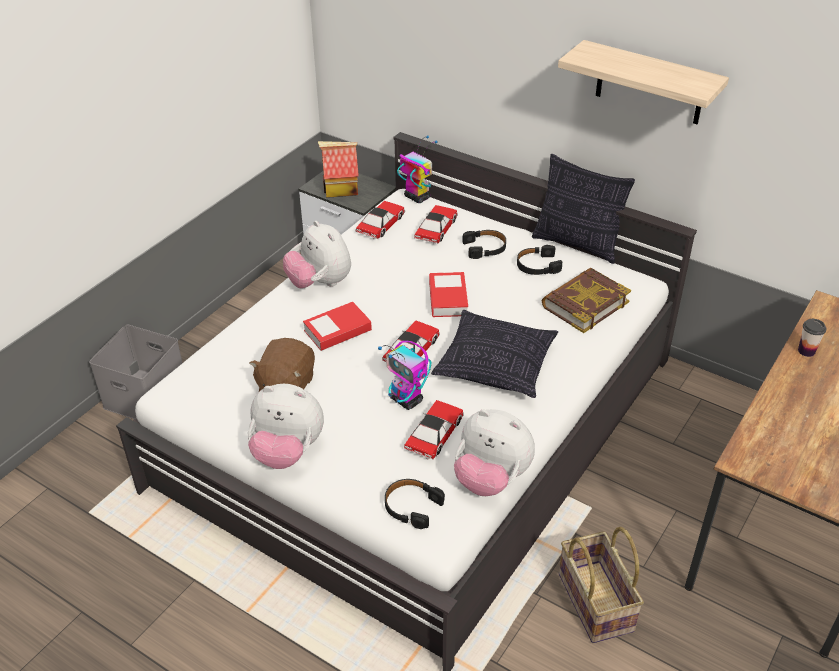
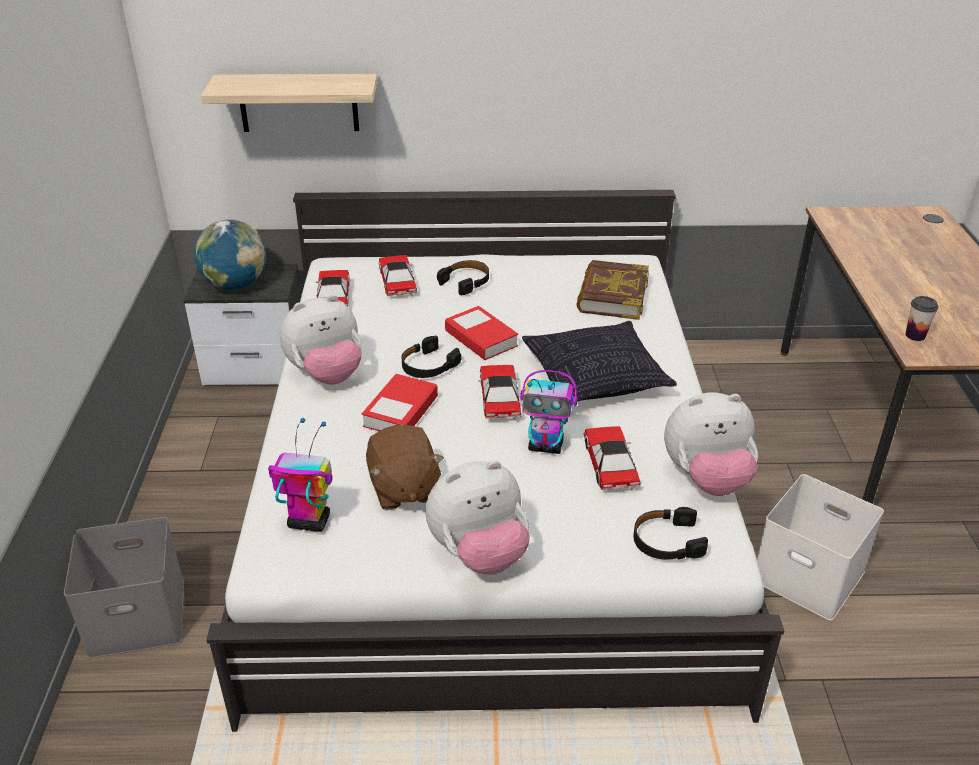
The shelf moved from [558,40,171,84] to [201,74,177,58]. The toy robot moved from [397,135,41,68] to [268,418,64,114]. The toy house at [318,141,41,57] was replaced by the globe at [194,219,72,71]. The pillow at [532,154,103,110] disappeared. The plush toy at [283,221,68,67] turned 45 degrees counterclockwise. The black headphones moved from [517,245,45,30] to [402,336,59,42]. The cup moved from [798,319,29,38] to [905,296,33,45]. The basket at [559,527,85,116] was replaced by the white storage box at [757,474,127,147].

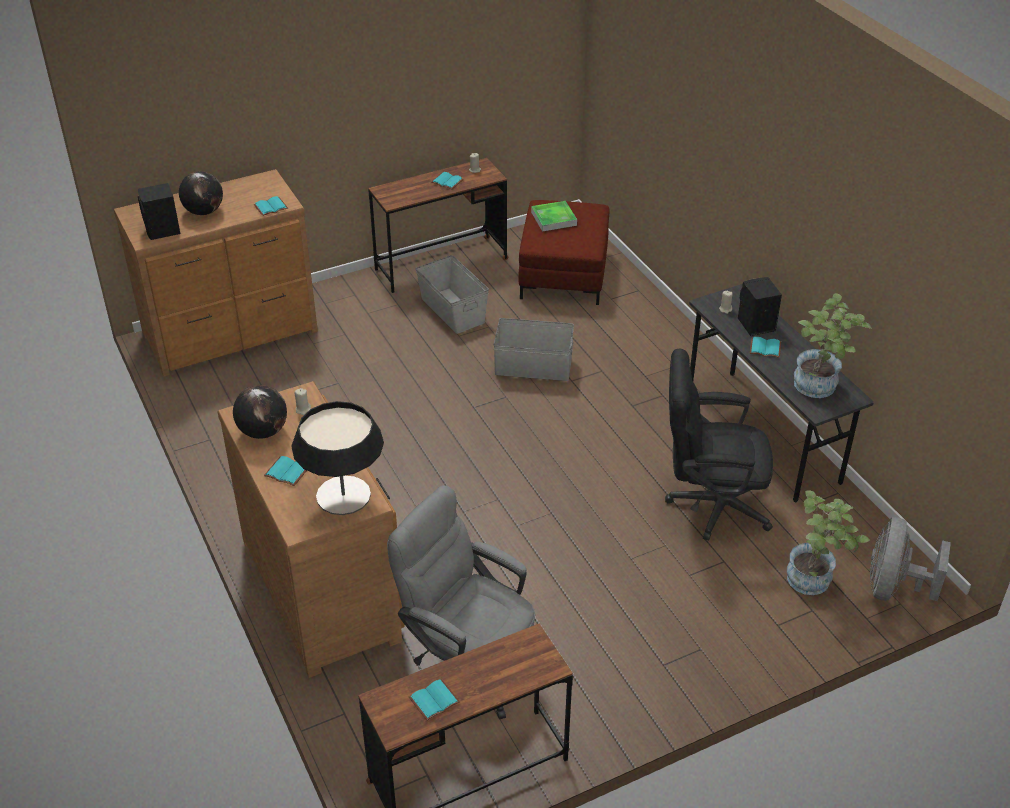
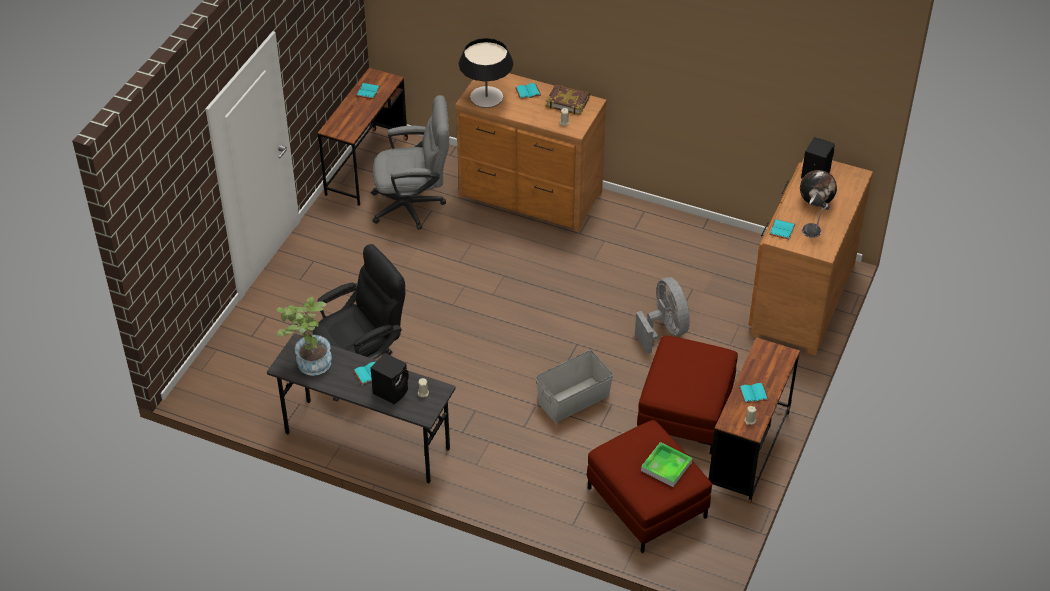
The grey storage box at [416,255,73,79] was replaced by the red ottoman at [637,336,101,118]. The globe at [233,385,54,54] was replaced by the book at [546,84,44,31]. The potted plant at [787,490,83,105] disappeared. The grey fan moved from [870,517,81,84] to [635,278,55,76]. The table lamp at [802,192,28,46] appeared.

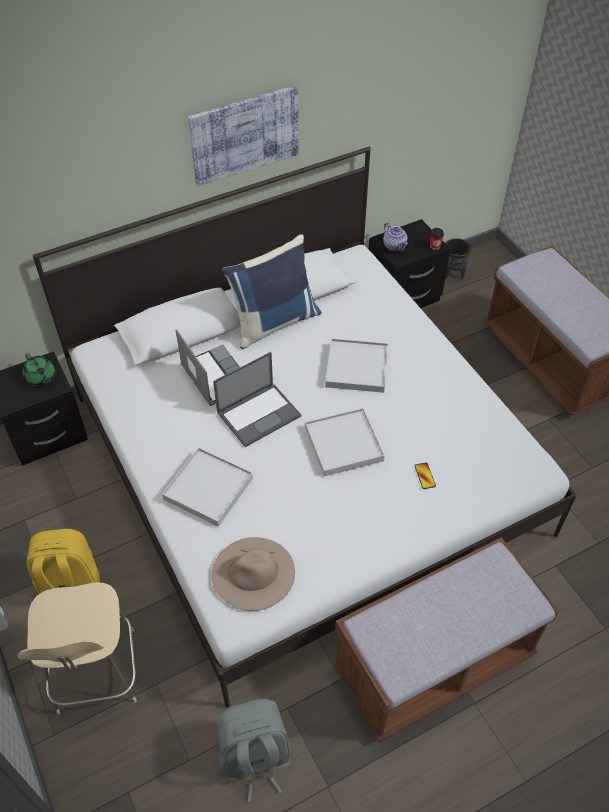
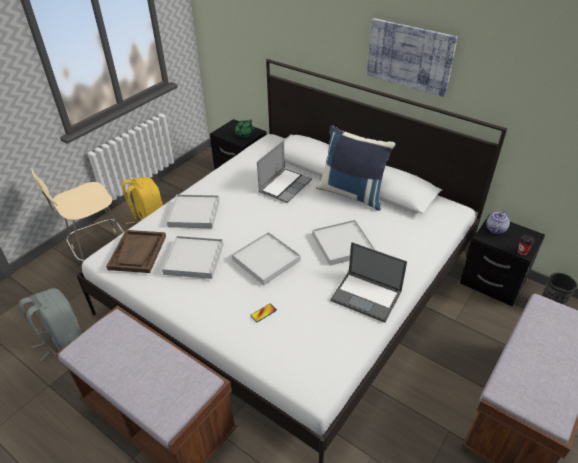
The laptop moved from [213,352,88,95] to [330,242,77,81]. The beige hat at [212,537,83,74] was replaced by the brown tray at [106,230,60,43]. The white tray at [162,236,61,43] appeared.

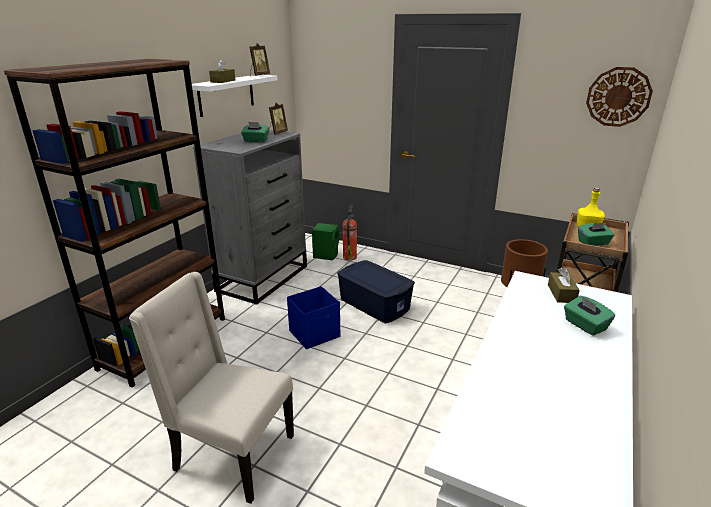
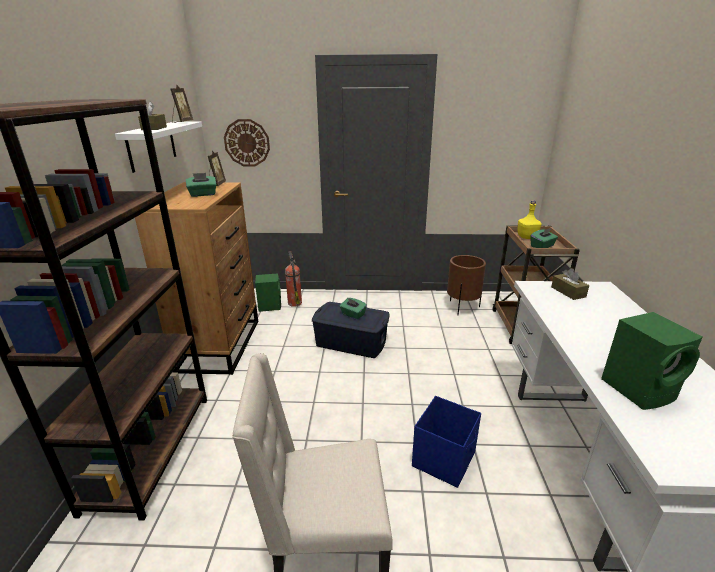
The wall clock moved from [586,67,67,60] to [224,119,46,48]. The grey dresser at [193,130,114,175] became the brown dresser at [135,182,123,193]. The blue storage box moved from [287,286,53,63] to [412,396,69,92]. The green tissue box moved from [564,296,51,40] to [340,298,27,21]. The green speaker at [601,312,102,98] appeared.

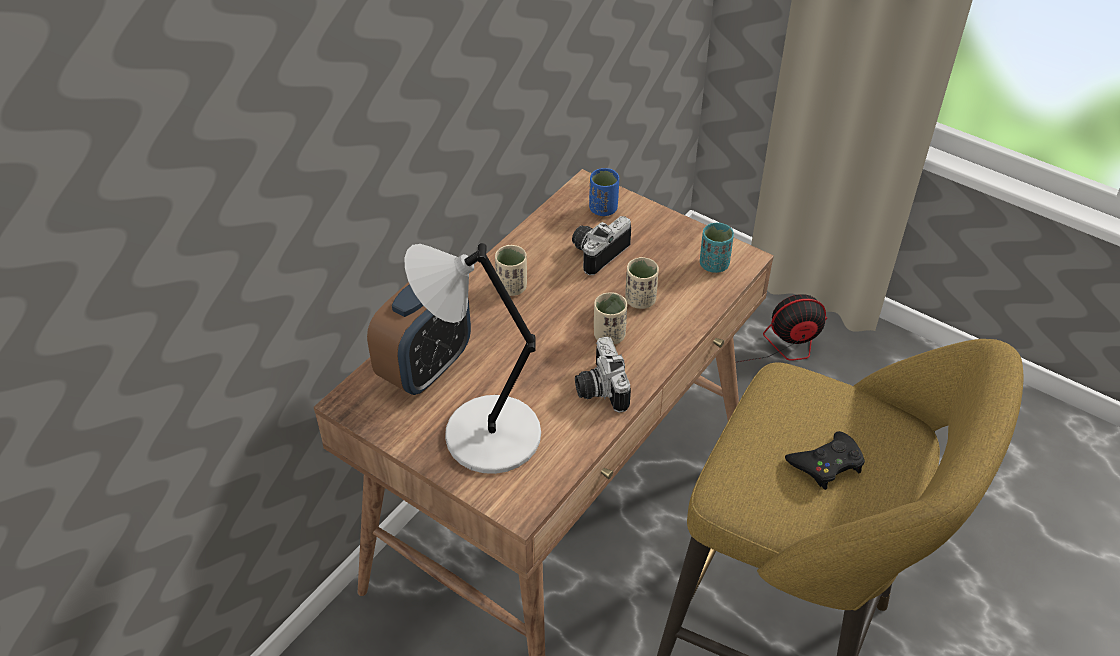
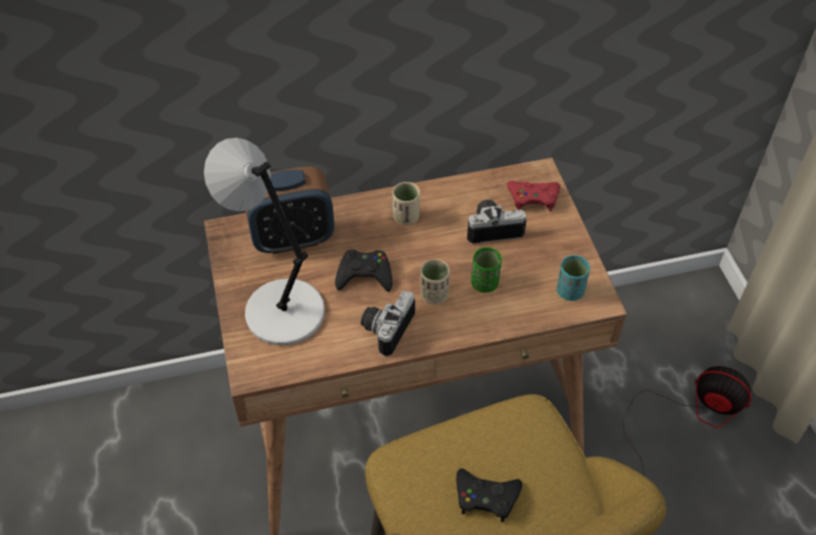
The blue cup at [589,168,30,48] was replaced by the red game controller at [507,181,53,30]. The beige cup at [625,257,34,52] became the green cup at [471,247,31,46]. The black game controller at [335,250,58,42] appeared.

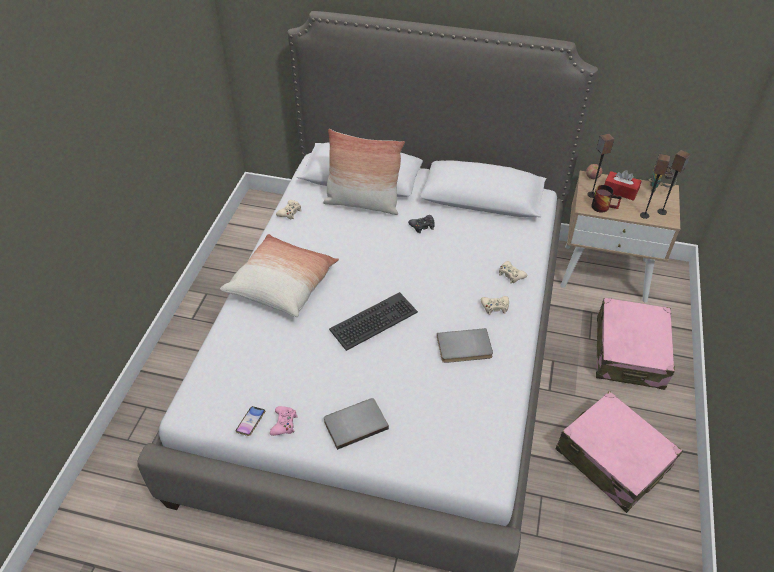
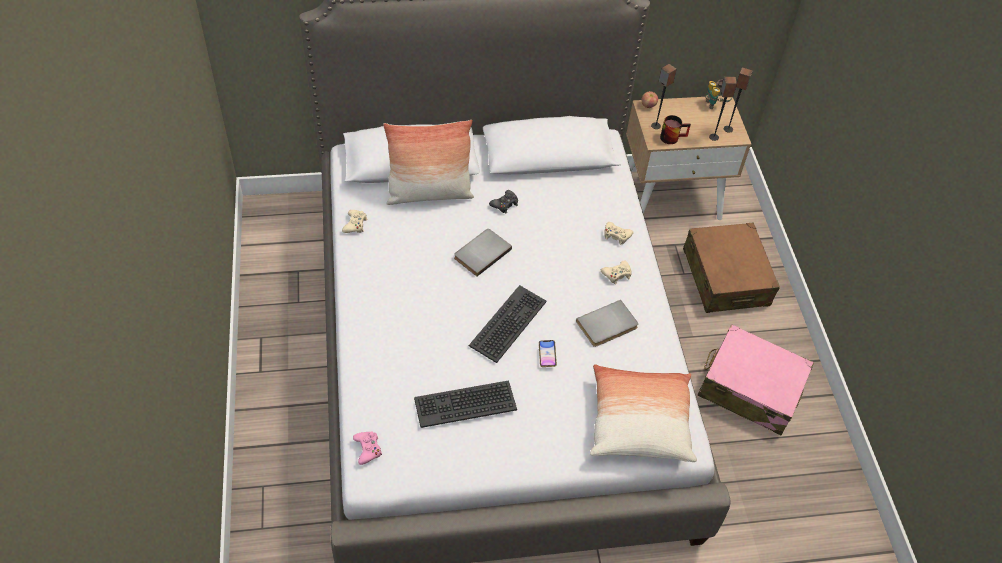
The red tissue box at [604,170,37,31] disappeared. The pillow moved from [220,234,119,83] to [590,364,107,98]. The pink suitcase at [596,298,79,92] became the brown suitcase at [683,223,97,90]. The grey book moved from [324,398,65,52] to [454,229,58,47]. The phone moved from [236,406,29,30] to [539,340,18,27]. The pink game controller moved from [270,406,28,30] to [353,431,29,34]. The keyboard at [414,380,103,48] appeared.

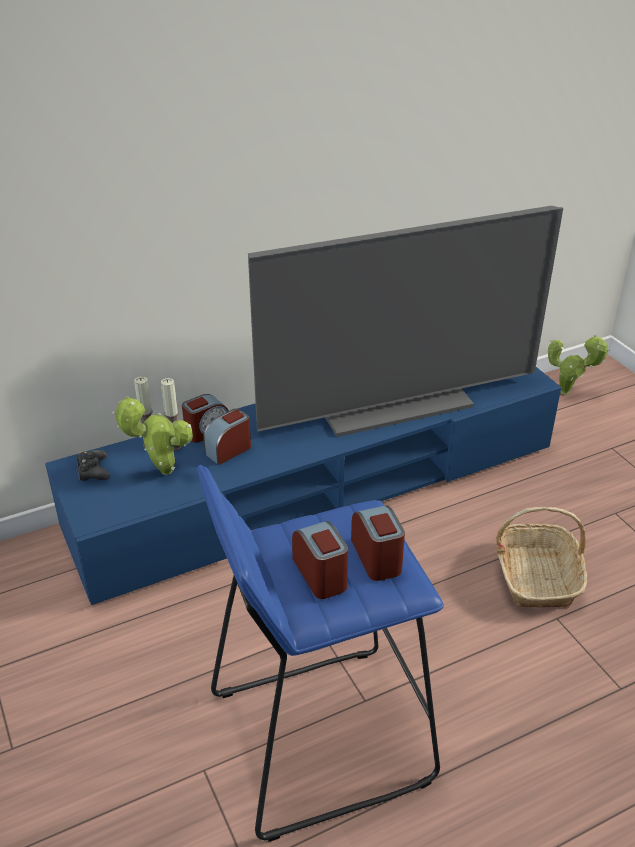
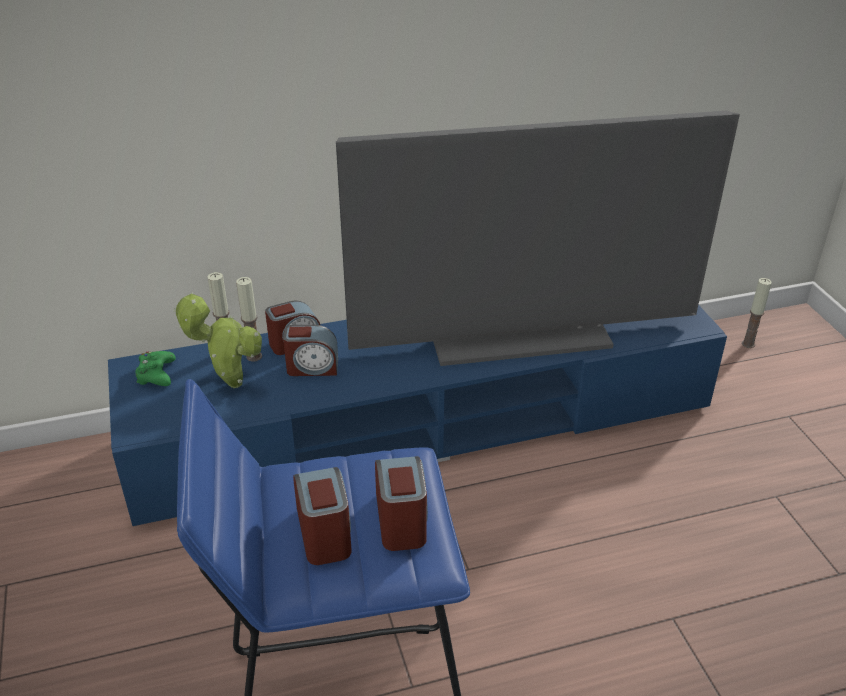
The potted plant at [548,335,62,60] was replaced by the candle at [742,278,30,70]. The alarm clock at [203,408,48,57] turned 150 degrees counterclockwise. The black game controller at [77,450,33,31] became the green game controller at [136,351,40,35]. The basket at [496,507,92,101] disappeared.

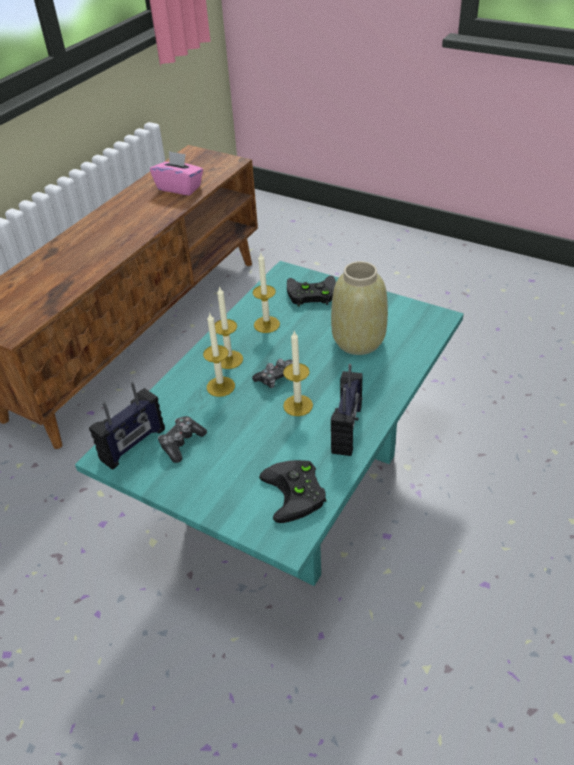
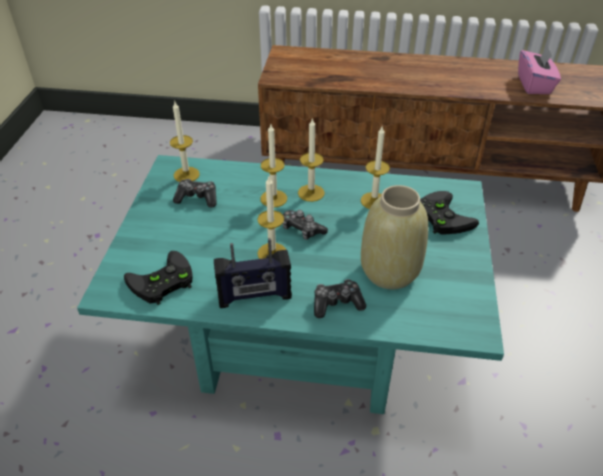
The radio at [89,382,76,88] was replaced by the candle at [170,102,30,80]. The game controller at [314,279,52,39] appeared.

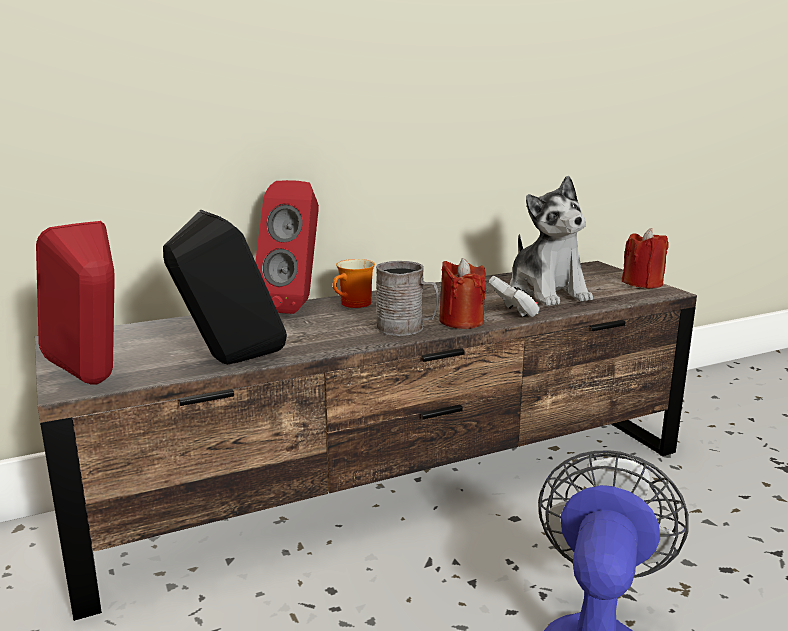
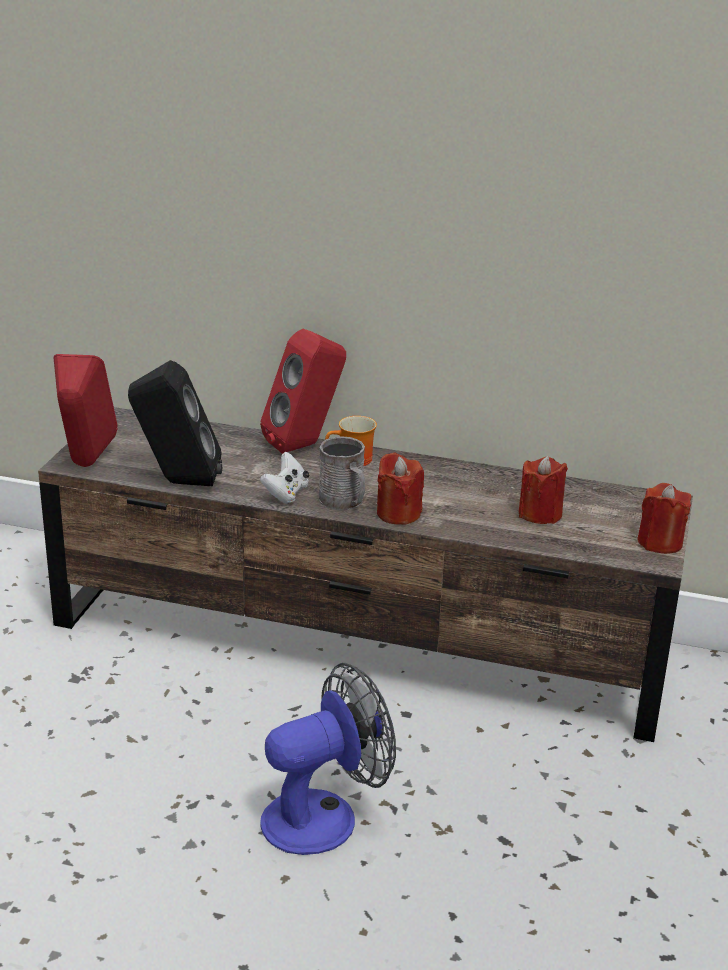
The plush toy at [510,176,83,130] was replaced by the red candle at [519,456,49,68]. The white game controller moved from [489,276,51,42] to [260,452,50,52].

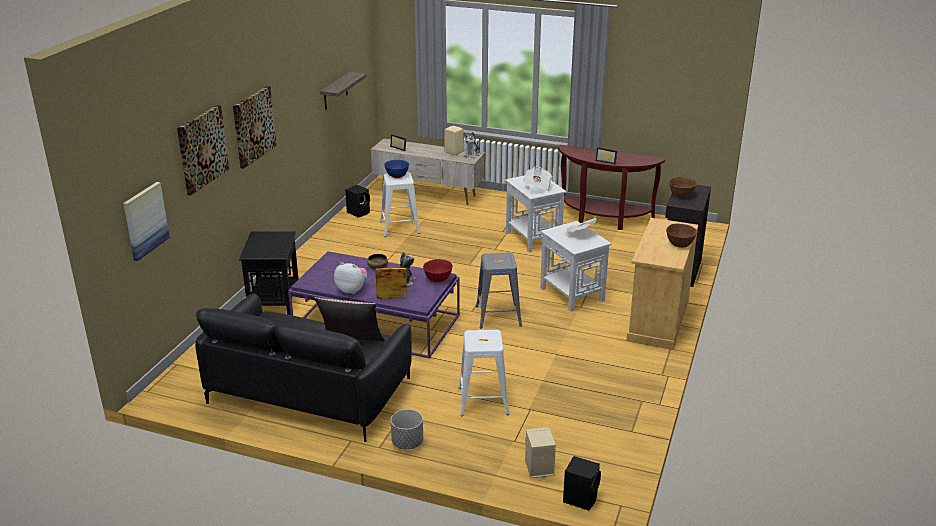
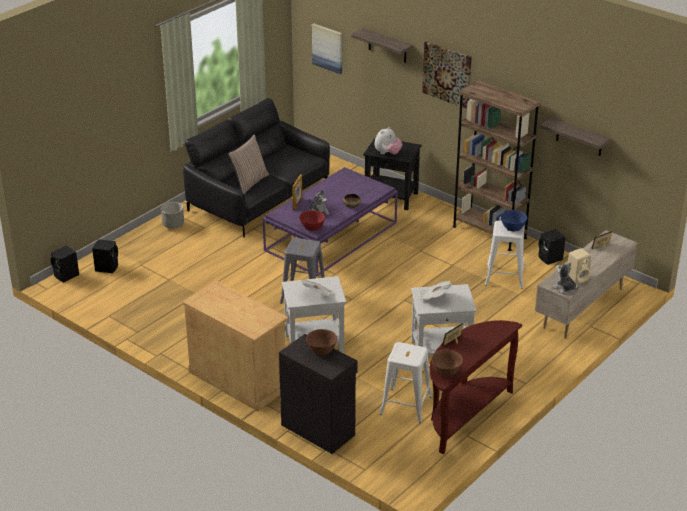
The picture at [177,105,52,90] was replaced by the shelf at [351,28,62,35]. The brown bowl moved from [666,224,31,24] to [431,349,32,28]. The plush toy moved from [334,262,33,33] to [375,127,27,27]. The white stool moved from [459,330,50,87] to [379,342,53,81]. The beige speaker at [525,428,31,50] became the black speaker at [92,239,26,34]. The brown bookcase at [453,80,88,171] appeared.

